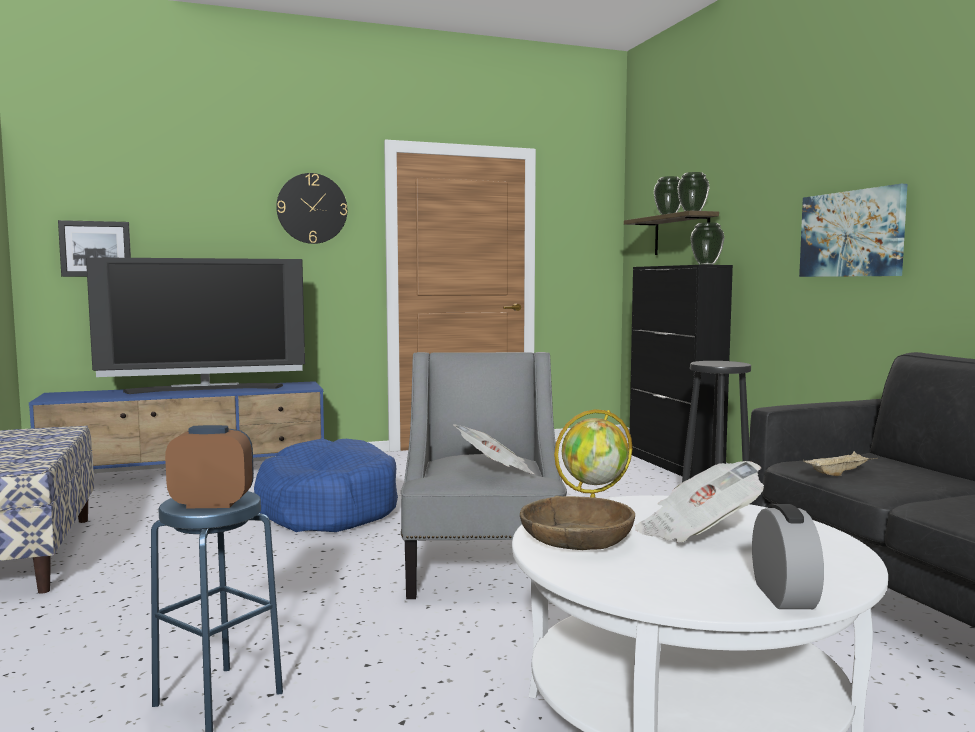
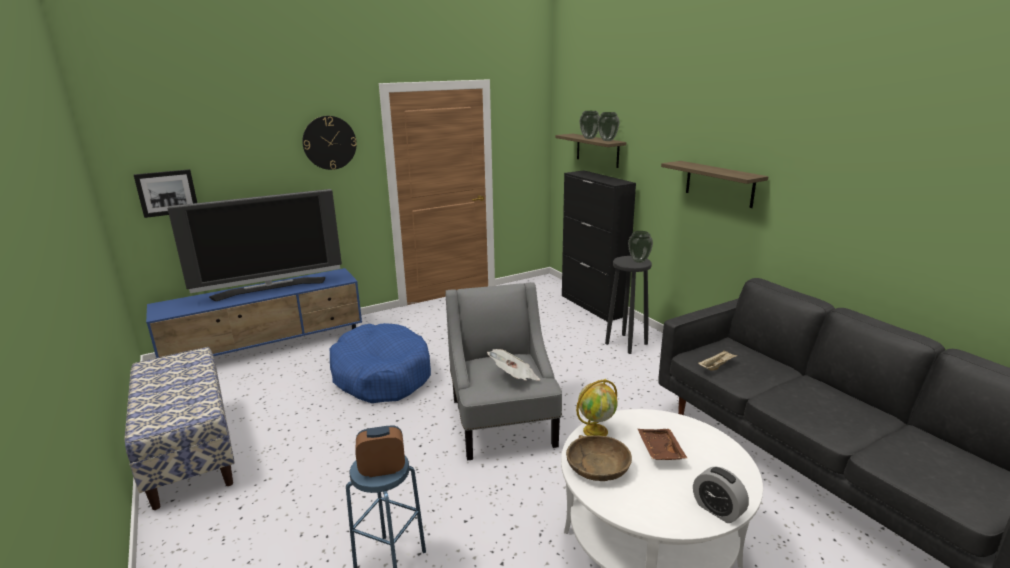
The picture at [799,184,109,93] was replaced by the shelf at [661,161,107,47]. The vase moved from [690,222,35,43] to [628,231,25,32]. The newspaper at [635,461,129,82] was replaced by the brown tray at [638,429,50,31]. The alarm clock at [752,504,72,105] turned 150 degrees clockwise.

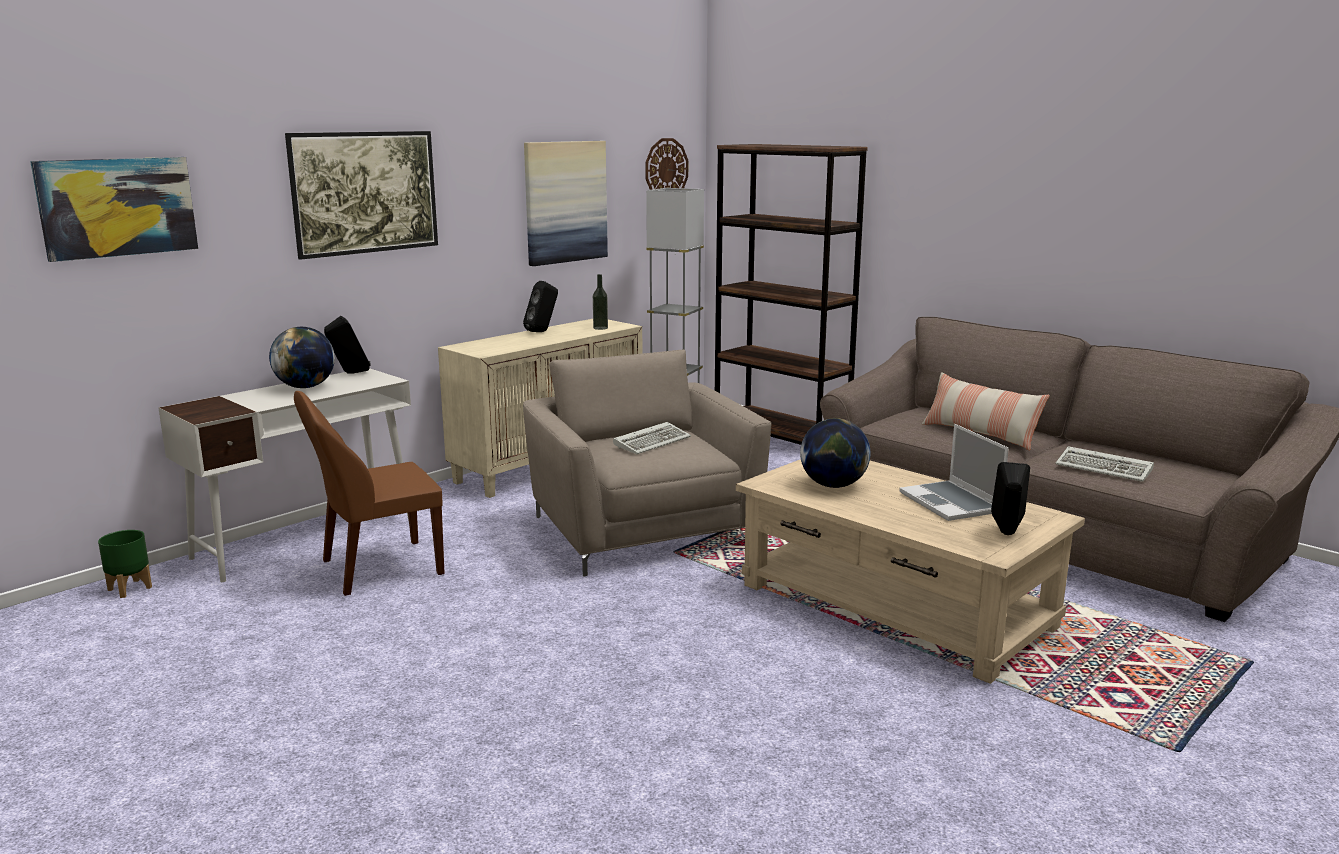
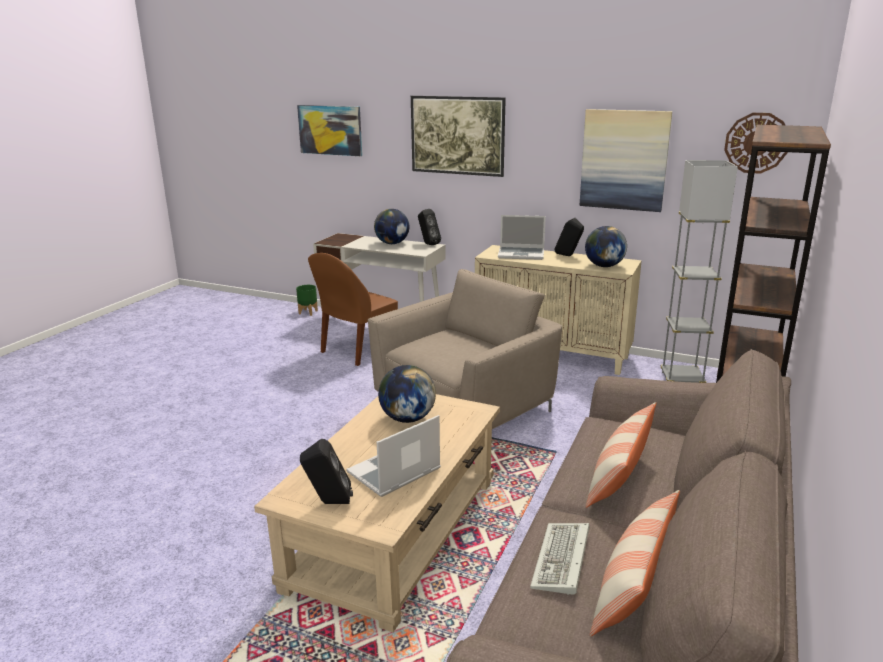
The bottle at [593,274,15,56] was replaced by the globe at [585,226,42,41]. The brown chair at [294,391,150,205] turned 90 degrees counterclockwise. The keyboard at [613,422,78,32] disappeared. The laptop at [498,215,48,45] appeared. The pillow at [590,490,90,147] appeared.

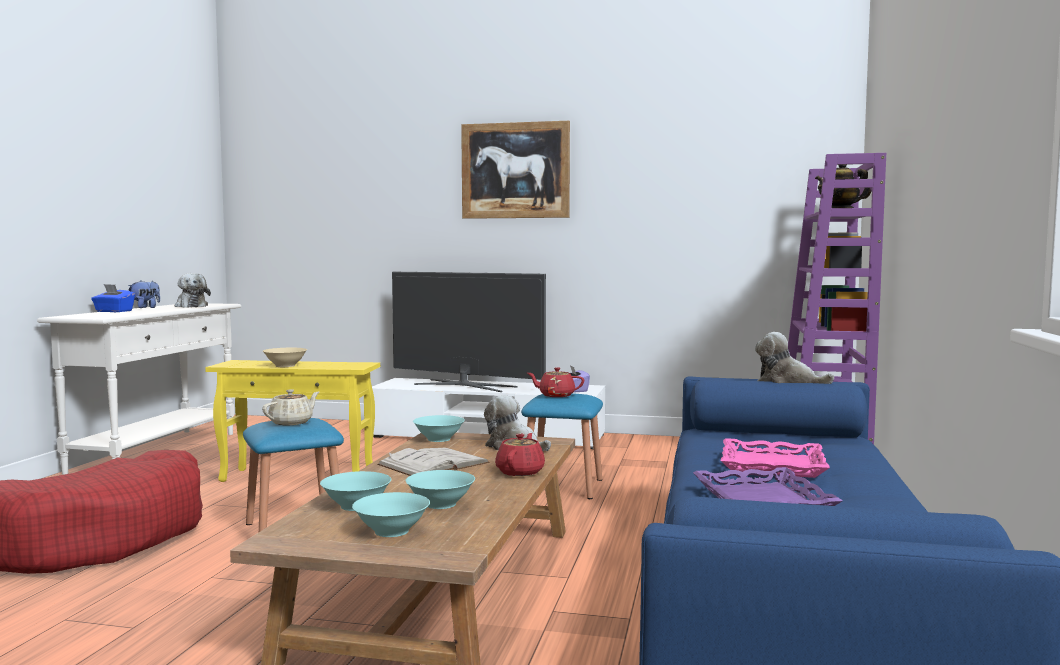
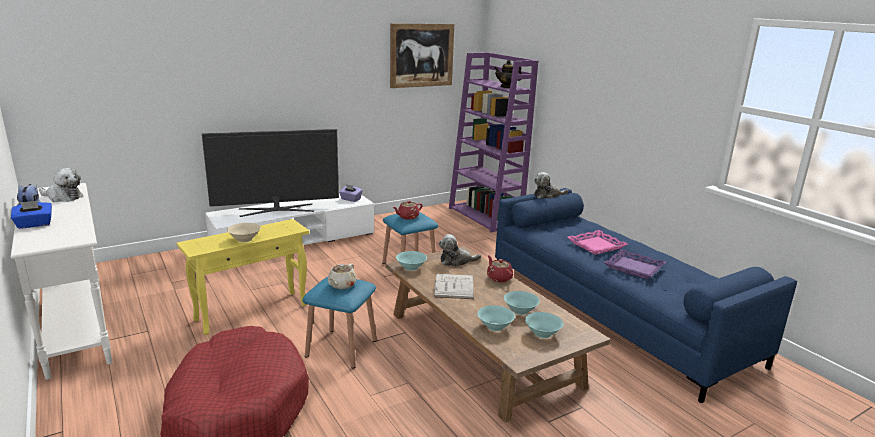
The picture moved from [461,121,109,98] to [390,23,64,65]. The beige teapot at [262,389,57,36] turned 150 degrees counterclockwise.

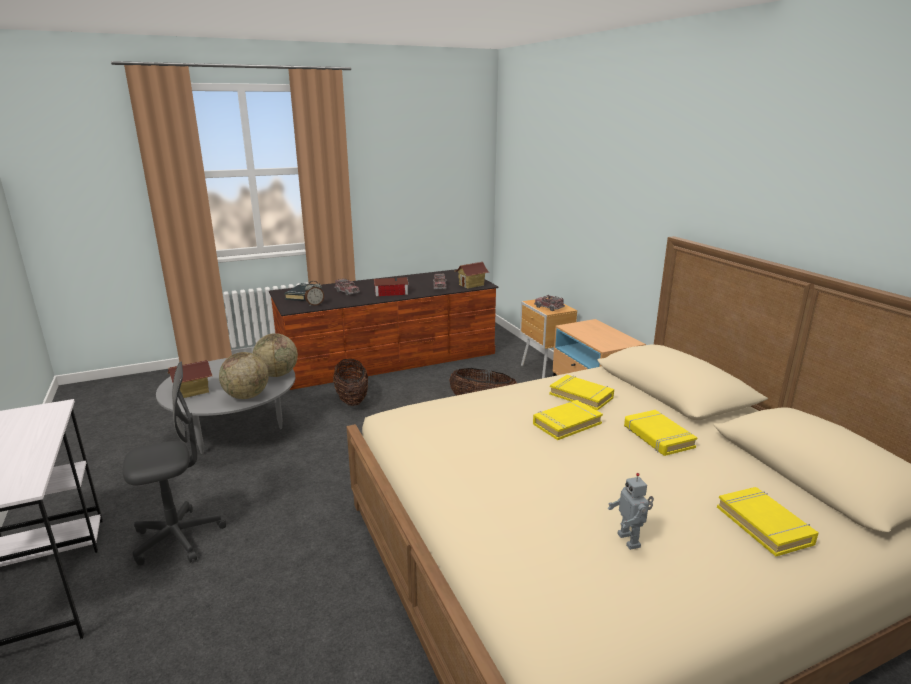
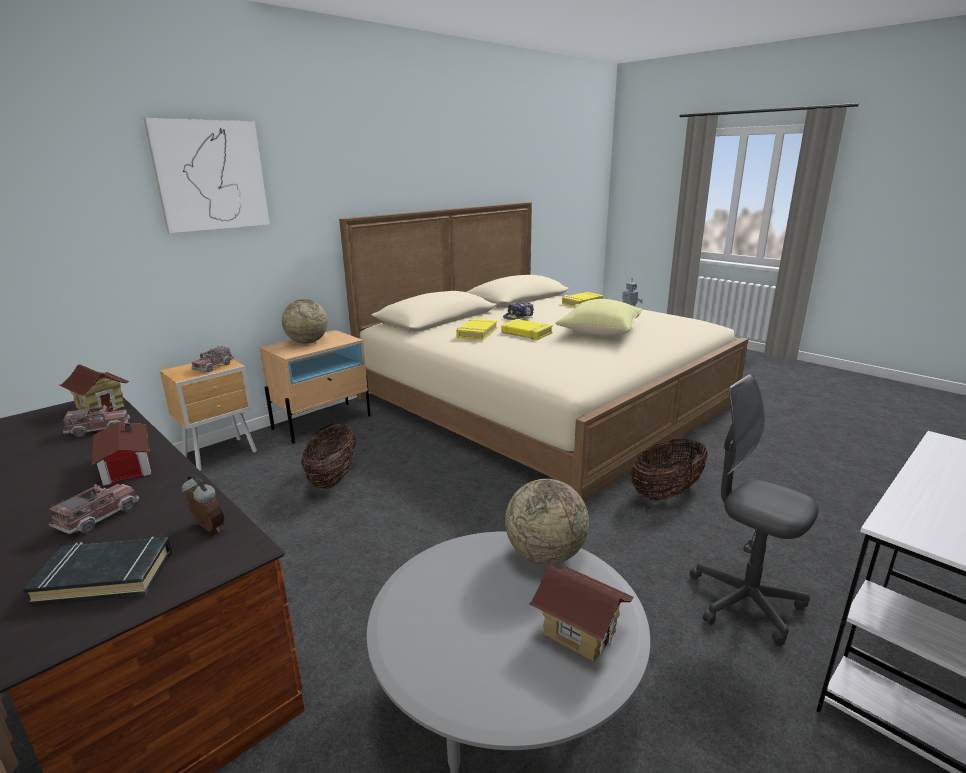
The globe moved from [253,333,45,44] to [282,299,46,45]. The basket moved from [333,359,35,47] to [631,439,77,61]. The yellow book at [624,410,74,46] was replaced by the cap at [503,301,31,19]. The picture at [144,118,126,115] appeared. The yellow pillow at [556,299,86,37] appeared.

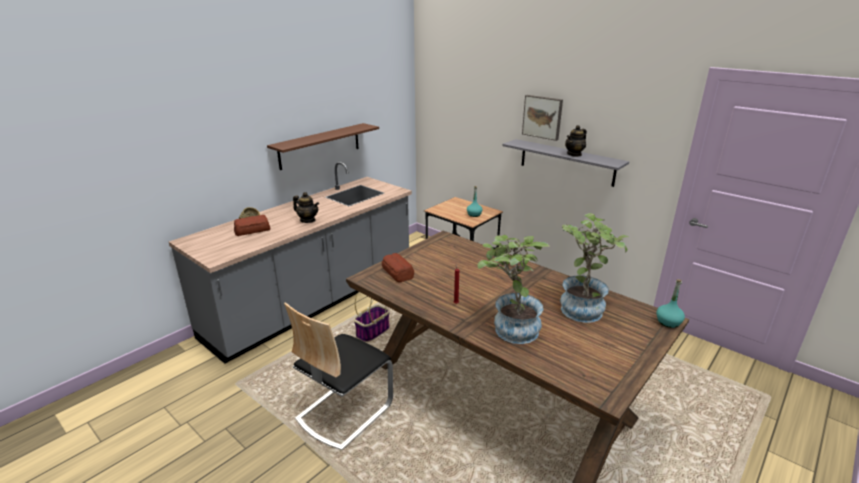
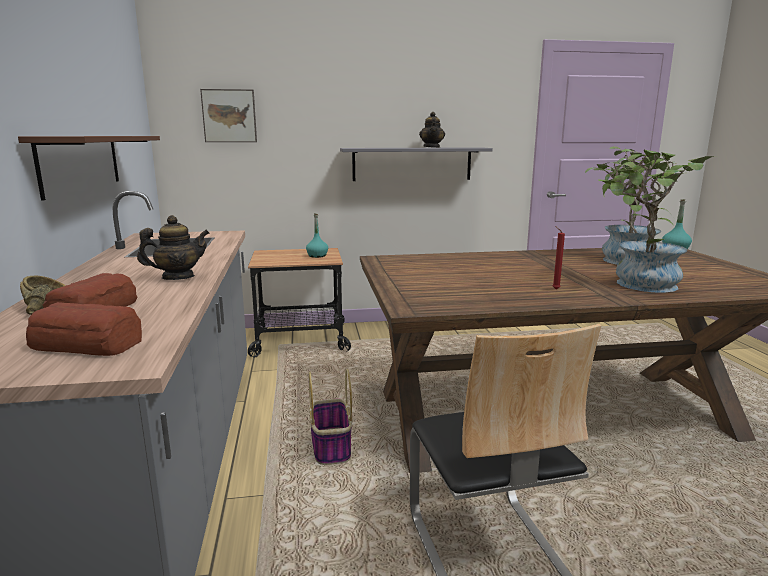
The picture moved from [522,95,41,46] to [200,89,57,53]. The bread moved from [382,253,32,29] to [26,302,116,54].

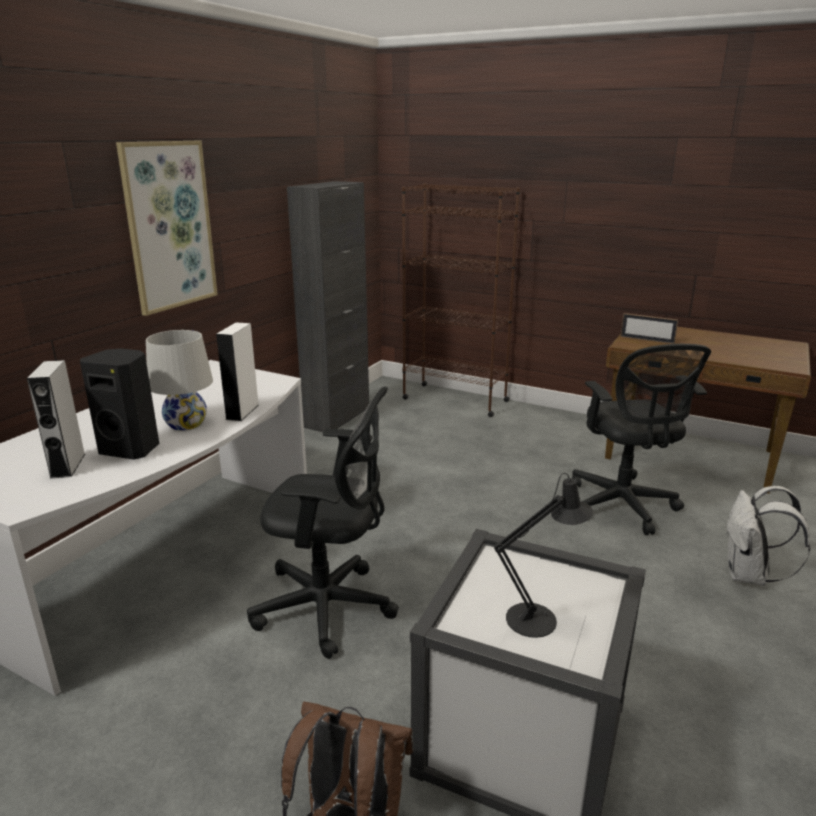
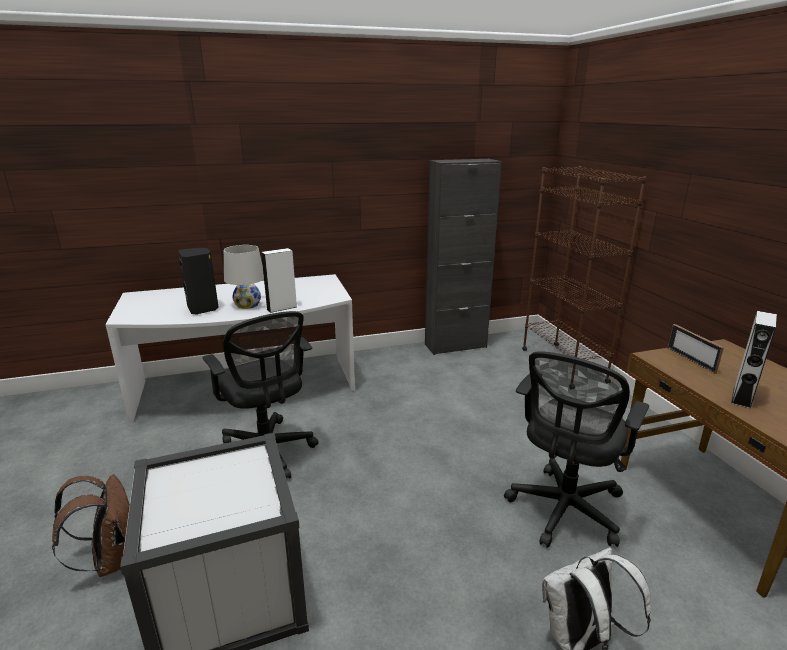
The picture at [116,141,102,175] disappeared. The grey speaker moved from [27,360,58,119] to [731,311,46,98]. The black table lamp at [494,473,99,165] disappeared.

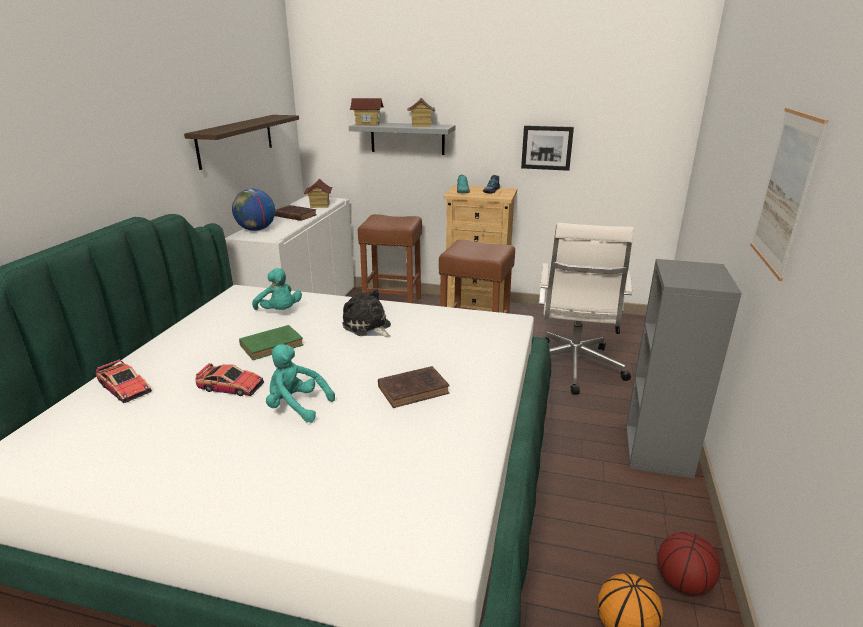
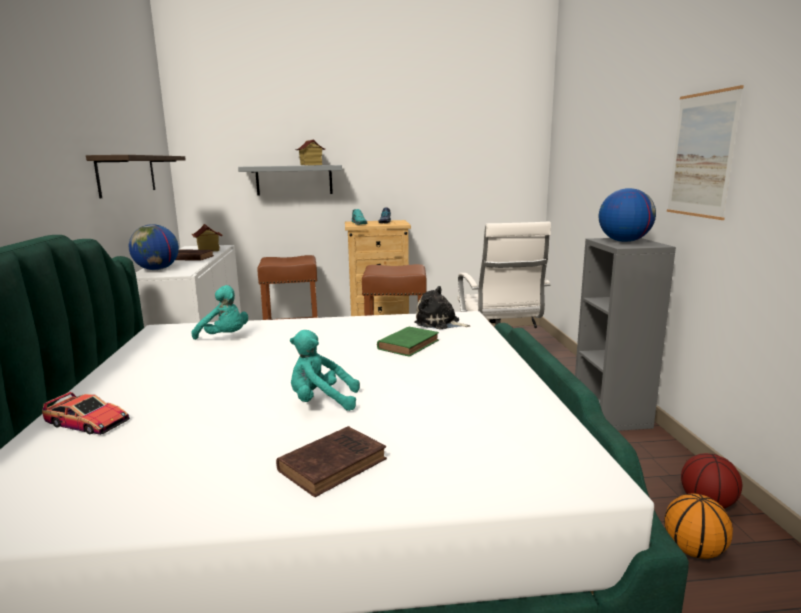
The toy house at [350,98,34,27] disappeared. The picture at [521,125,53,46] disappeared. The plush toy moved from [342,289,49,48] to [414,286,56,43]. The green book moved from [239,325,65,35] to [377,326,62,31]. The toy car at [195,363,69,33] disappeared. The brown book moved from [378,366,72,42] to [276,426,111,71]. The globe at [599,188,57,54] appeared.

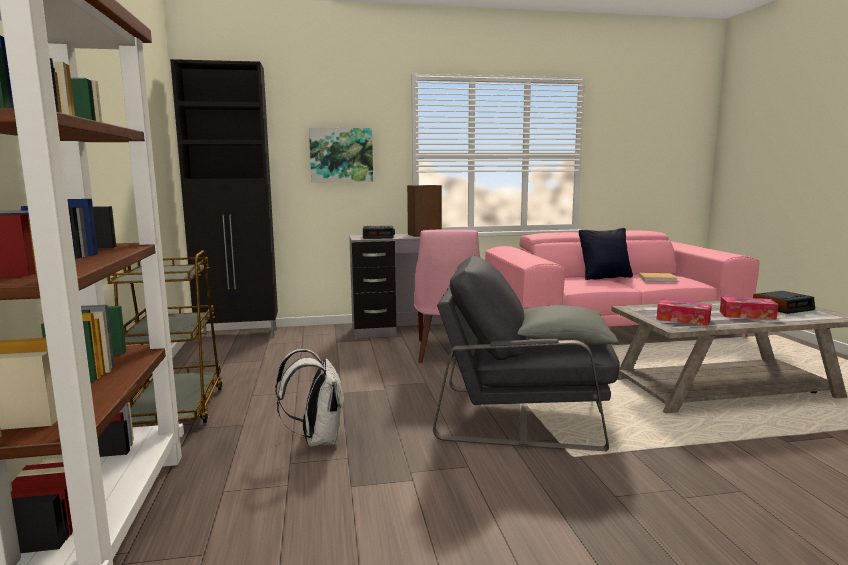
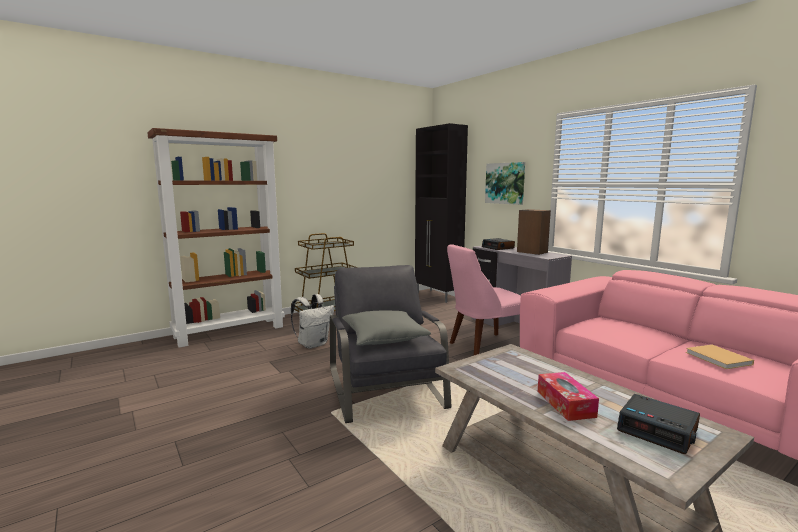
The black pillow at [579,228,54,52] disappeared. The tissue box at [657,300,55,26] disappeared.

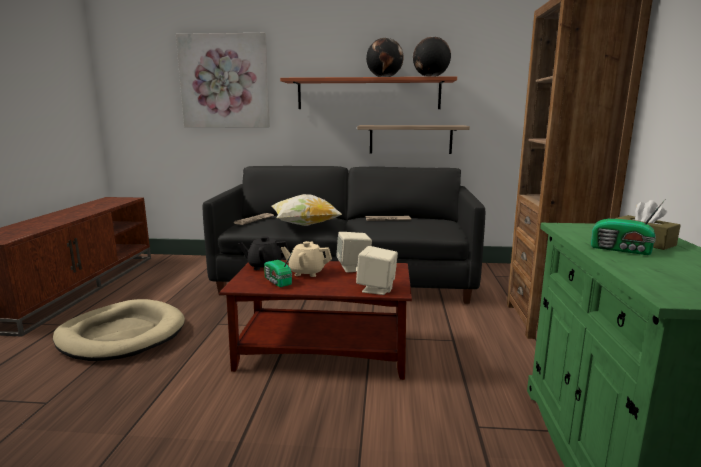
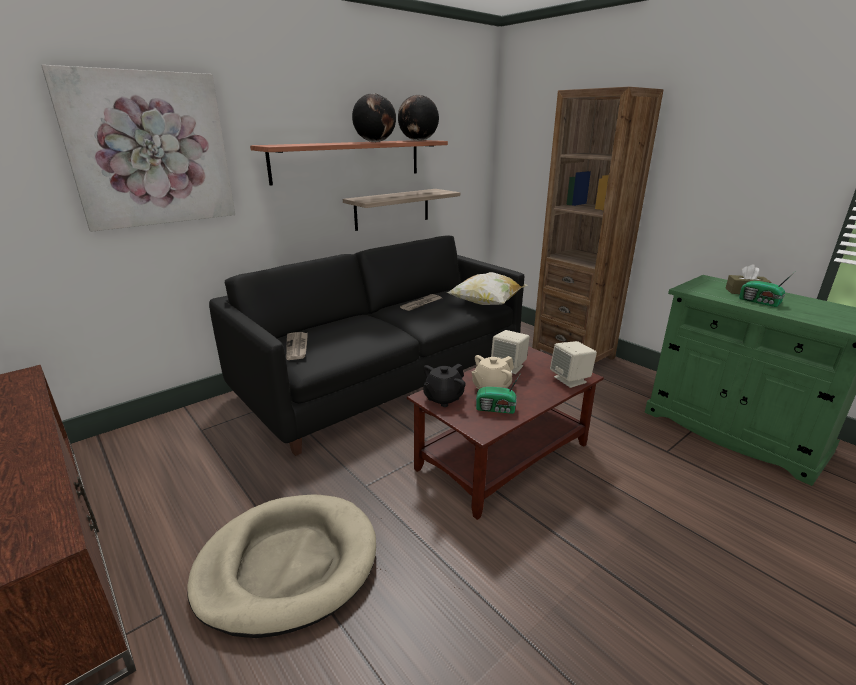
The pillow moved from [271,194,71,32] to [447,272,81,33]. The radio at [591,200,74,55] turned 60 degrees clockwise.

